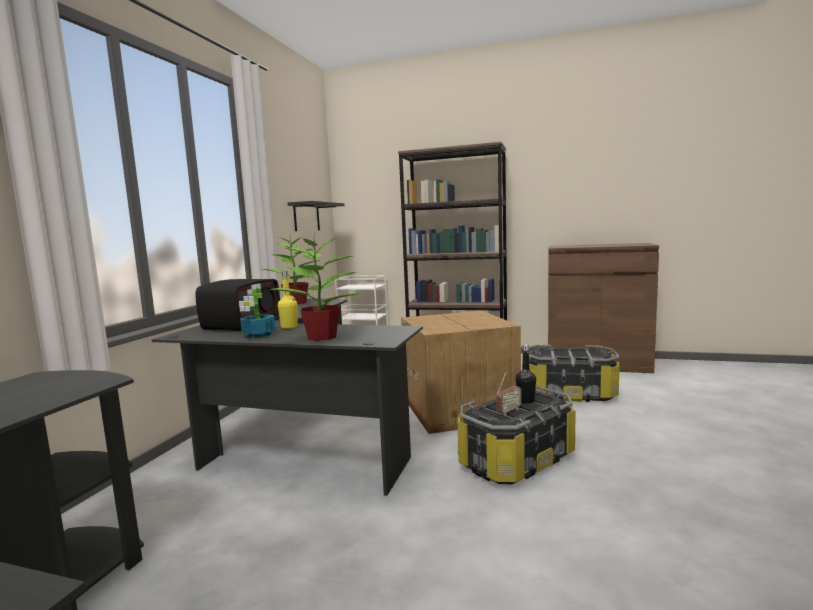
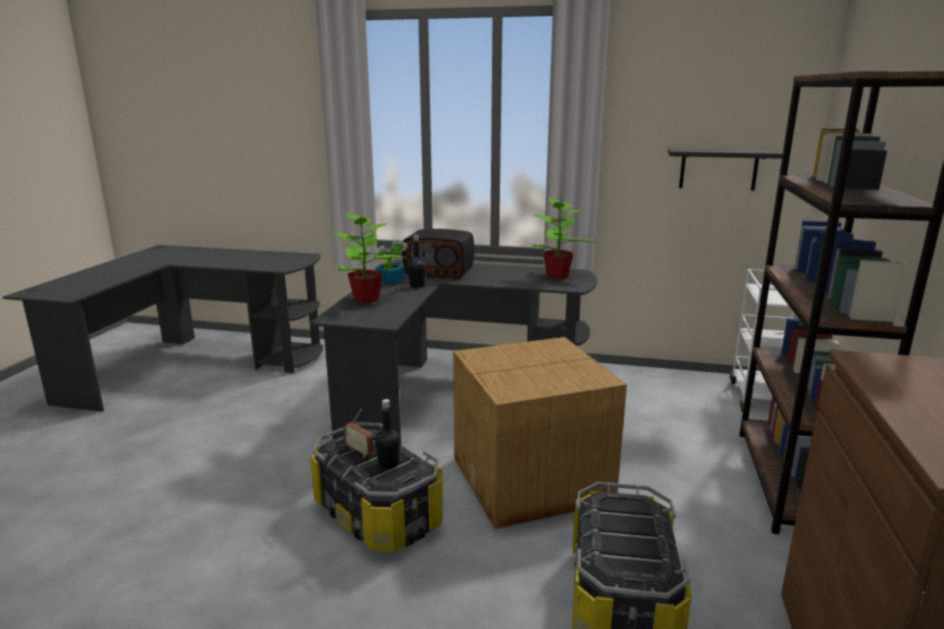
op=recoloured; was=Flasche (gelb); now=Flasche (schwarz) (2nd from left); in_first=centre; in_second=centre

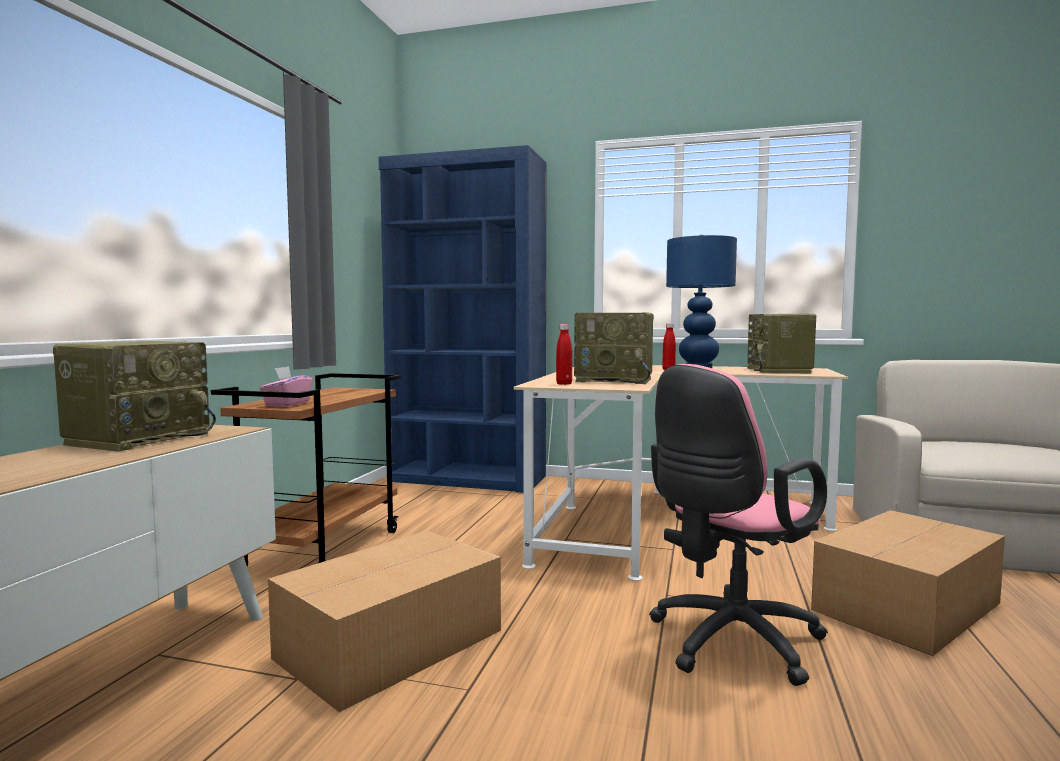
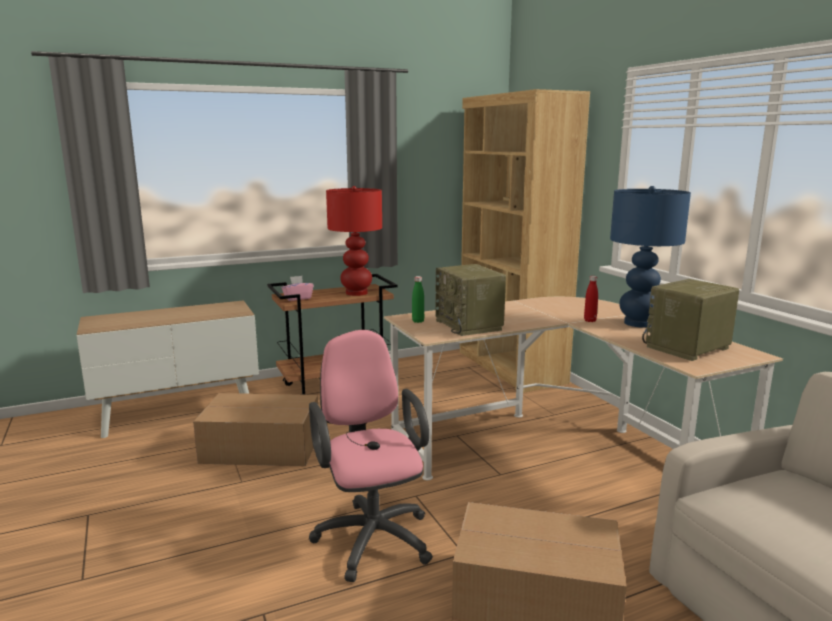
op=removed; was=Radio (1st from left); in_first=middle left
op=added; now=Tischlampe (rot); in_second=centre
op=recoloured; was=Bücherregal (blau); now=Bücherregal (braun); in_first=centre; in_second=centre
op=recoloured; was=Flasche (rot) (1st from left); now=Flasche (grün); in_first=centre; in_second=centre
op=turned; was=Bürostuhl (rosa); in_first=bottom right; in_second=bottom centre; clockwise=60

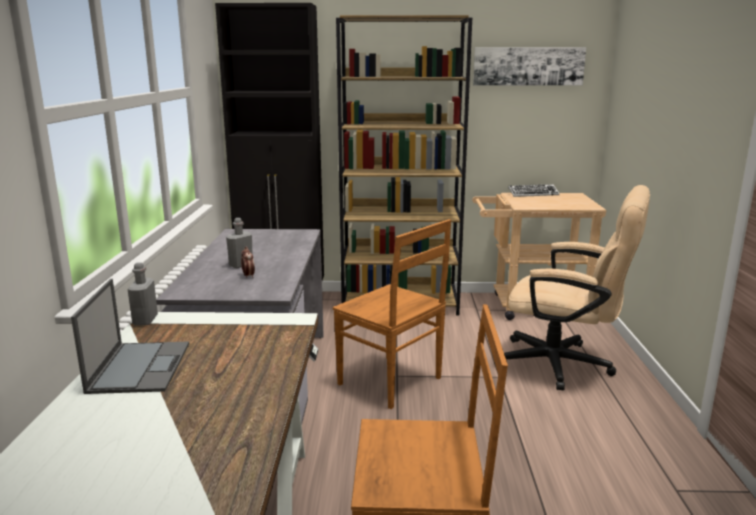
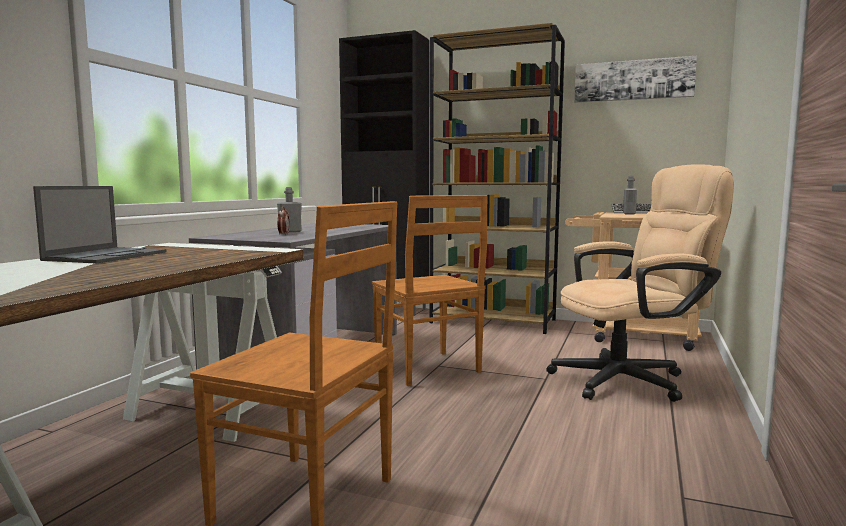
op=moved; was=Flasche (grau) (1st from left in the first image); now=Flasche (grau) (2nd from left); in_first=middle left; in_second=middle right
op=turned; was=Bürostuhl (beige); in_first=middle right; in_second=middle right; clockwise=-60

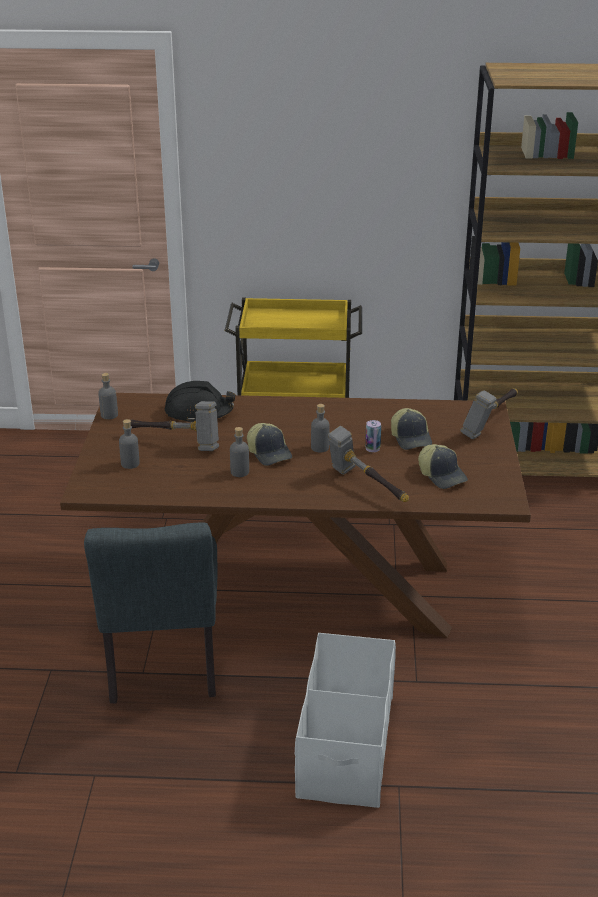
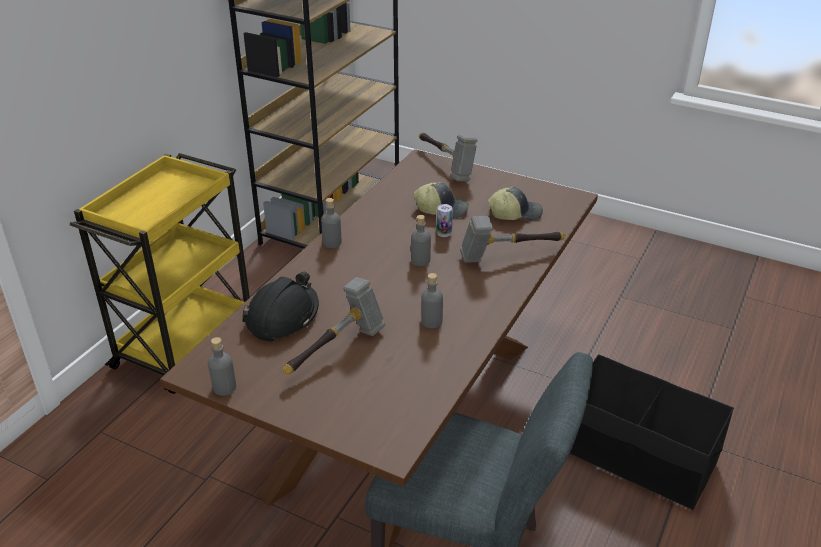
op=removed; was=Kappe (1st from left); in_first=centre
op=moved; was=Flasche (grau) (2nd from left); in_first=middle left; in_second=centre
op=recoloured; was=Aufbewahrungsbox (weiß); now=Aufbewahrungsbox (schwarz); in_first=bottom centre; in_second=bottom right

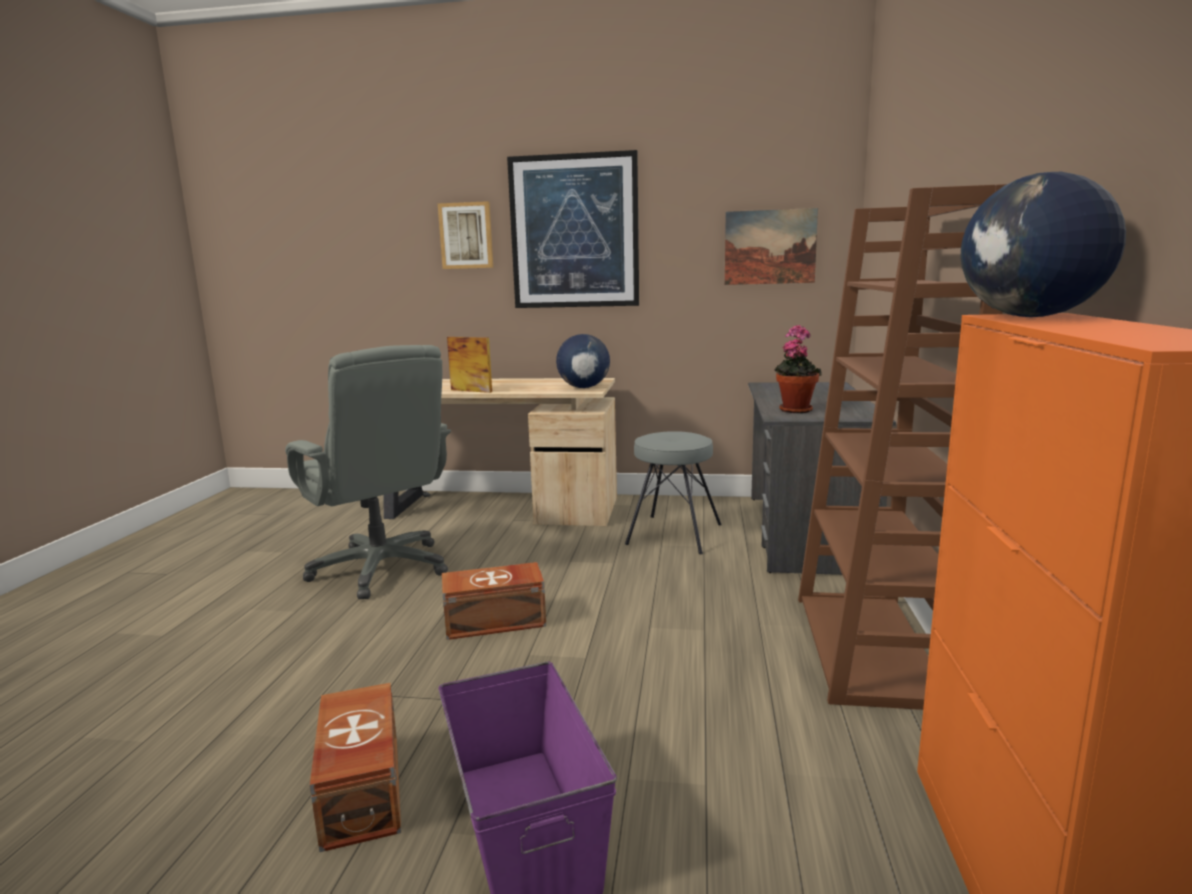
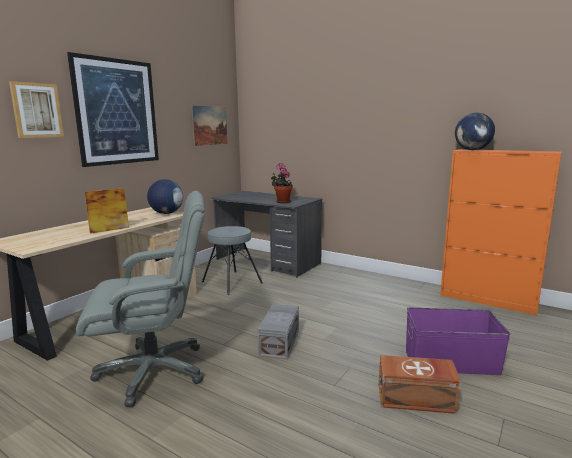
op=removed; was=Bücherregal (braun); in_first=middle right
op=recoloured; was=Aufbewahrungsbox (braun) (2nd from left); now=Aufbewahrungsbox (grau); in_first=bottom centre; in_second=bottom centre

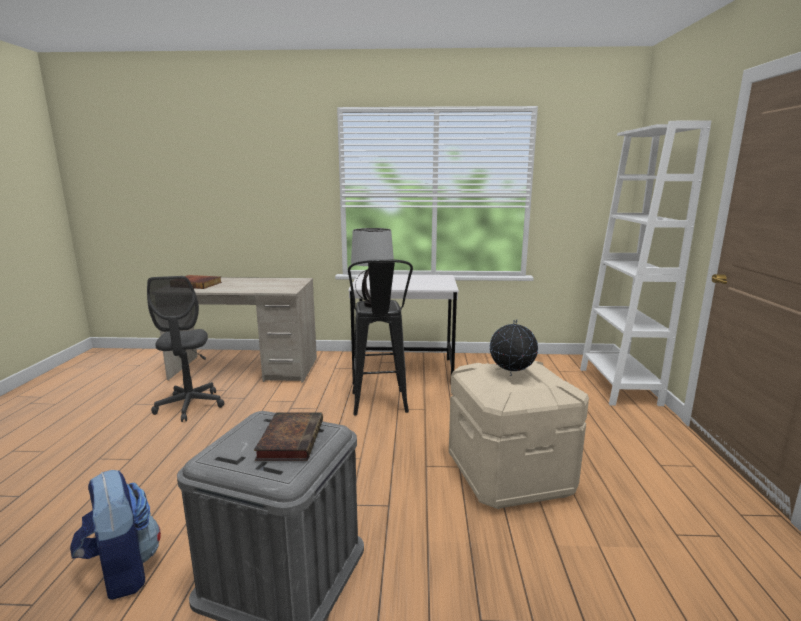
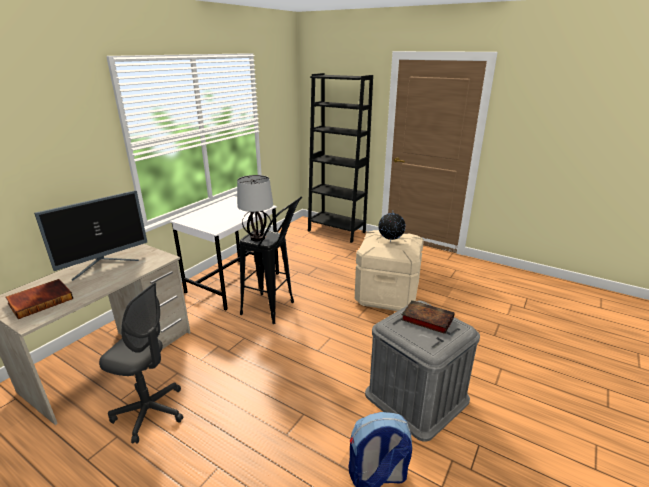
op=added; now=Monitor; in_second=middle left
op=recoloured; was=Bücherregal (weiß); now=Bücherregal (schwarz); in_first=middle right; in_second=top centre

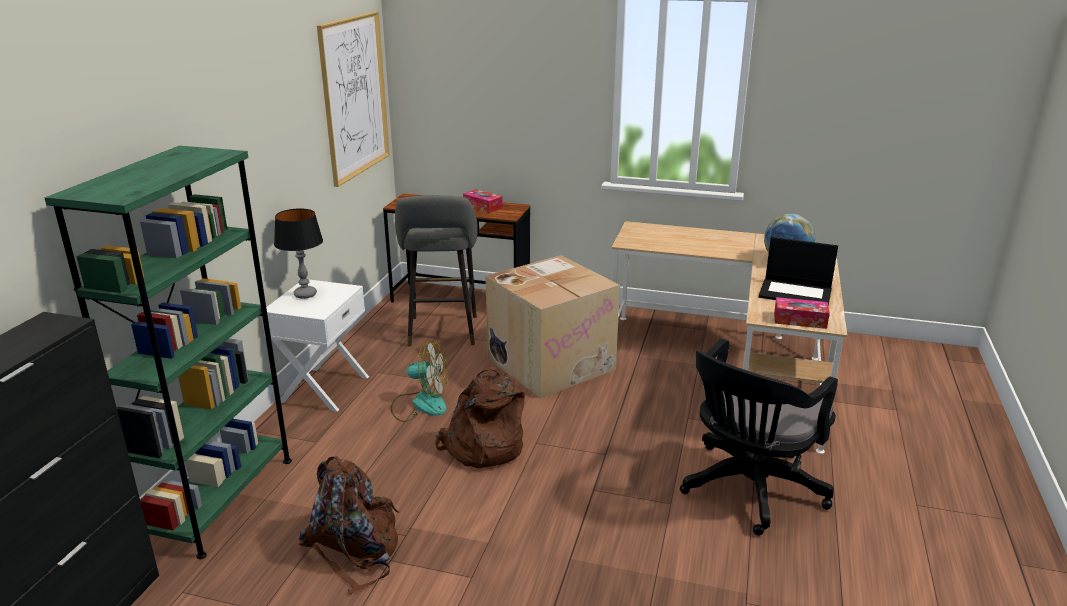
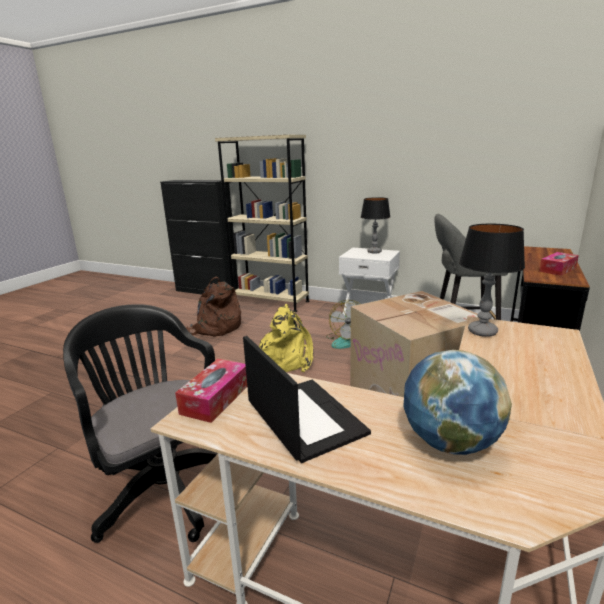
op=removed; was=Bild; in_first=top left
op=added; now=Tischlampe (2nd from left); in_second=middle right
op=recoloured; was=Bücherregal (grün); now=Bücherregal (beige); in_first=middle left; in_second=centre
op=recoloured; was=Rucksack (braun) (2nd from left); now=Rucksack (gelb); in_first=bottom centre; in_second=centre
op=turned; was=Laptop; in_first=middle right; in_second=centre; clockwise=120

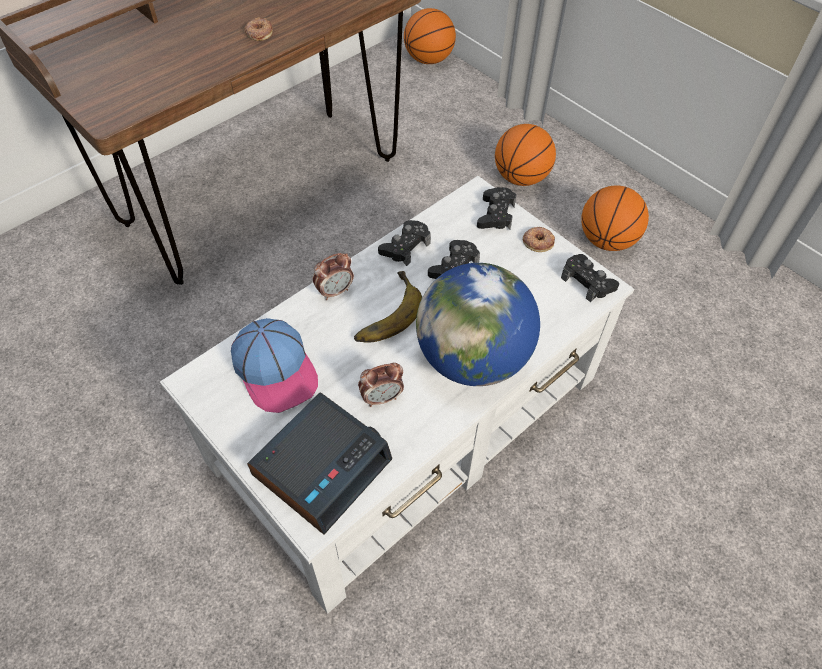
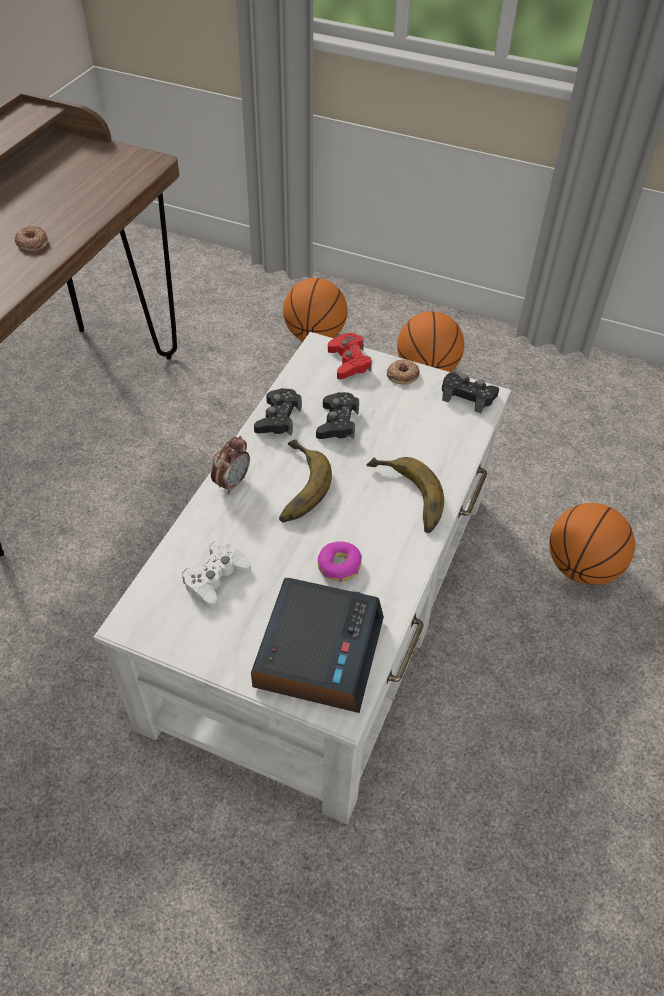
op=moved; was=Basketball (1st from left in the first image); now=Basketball (3rd from left); in_first=top centre; in_second=middle right
op=replaced; was=Kappe; now=Gamepad (weiß); in_first=centre; in_second=middle left
op=replaced; was=Wecker (3rd from left); now=Donut (2nd from left); in_first=centre; in_second=centre
op=replaced; was=Globus; now=Banane (2nd from left); in_first=centre; in_second=centre
op=recoloured; was=Gamepad (schwarz) (3rd from left); now=Gamepad (rot); in_first=top centre; in_second=centre

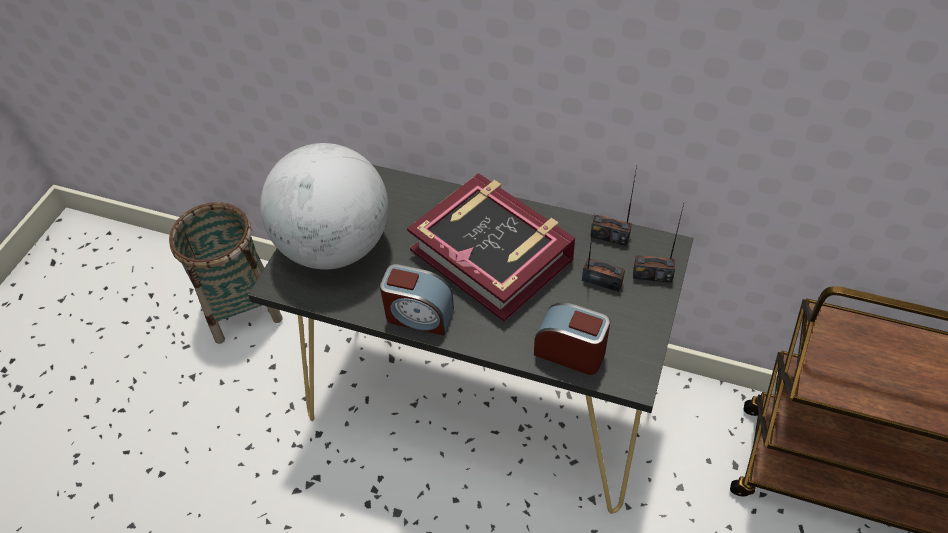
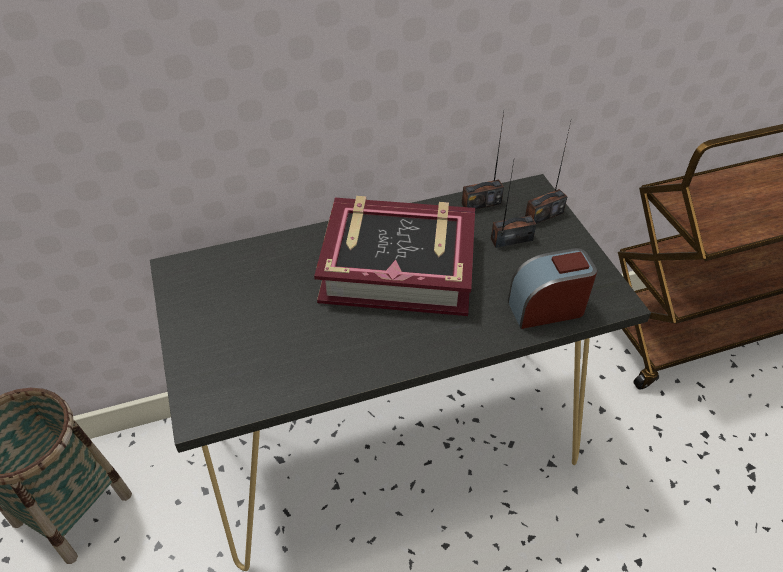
op=removed; was=Globus; in_first=centre
op=removed; was=Wecker (1st from left); in_first=centre

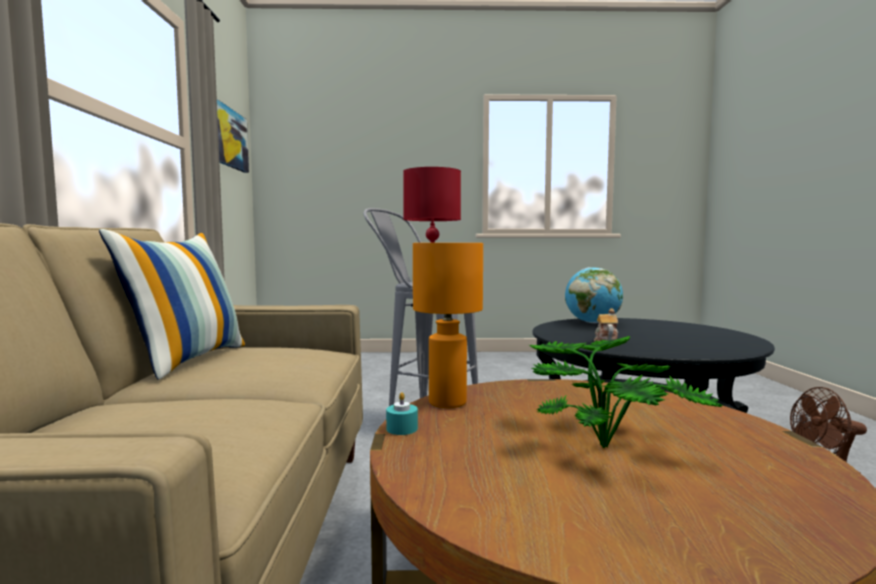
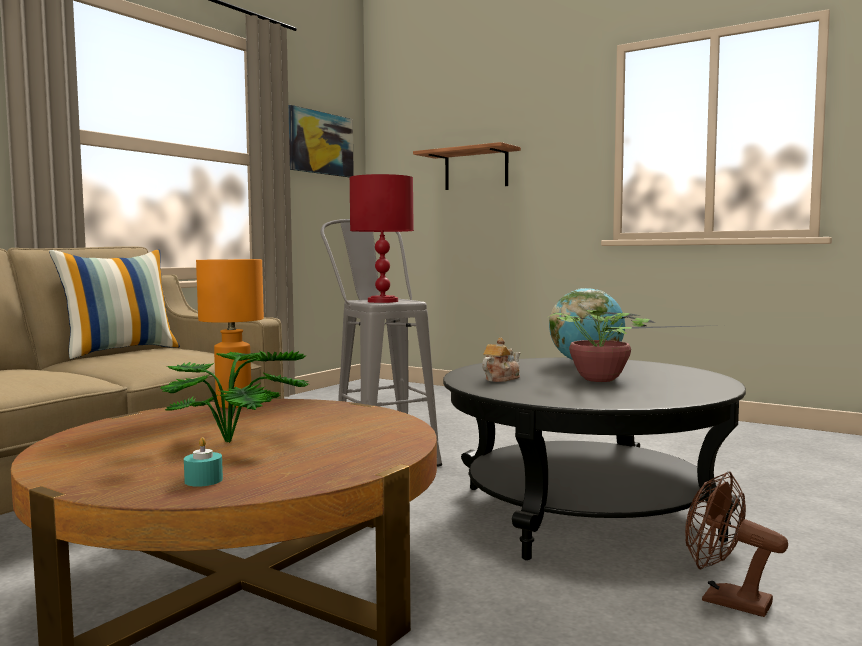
op=added; now=Wandregal; in_second=top centre
op=added; now=Topfpflanze (2nd from left); in_second=middle right
op=moved; was=Kerze (türkis); in_first=bottom centre; in_second=bottom left

